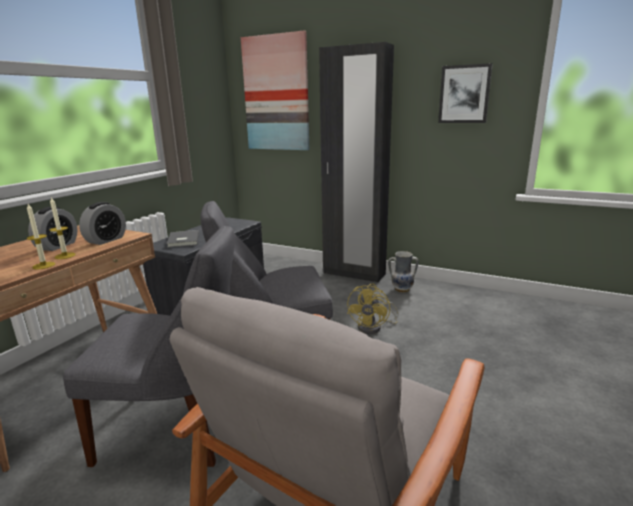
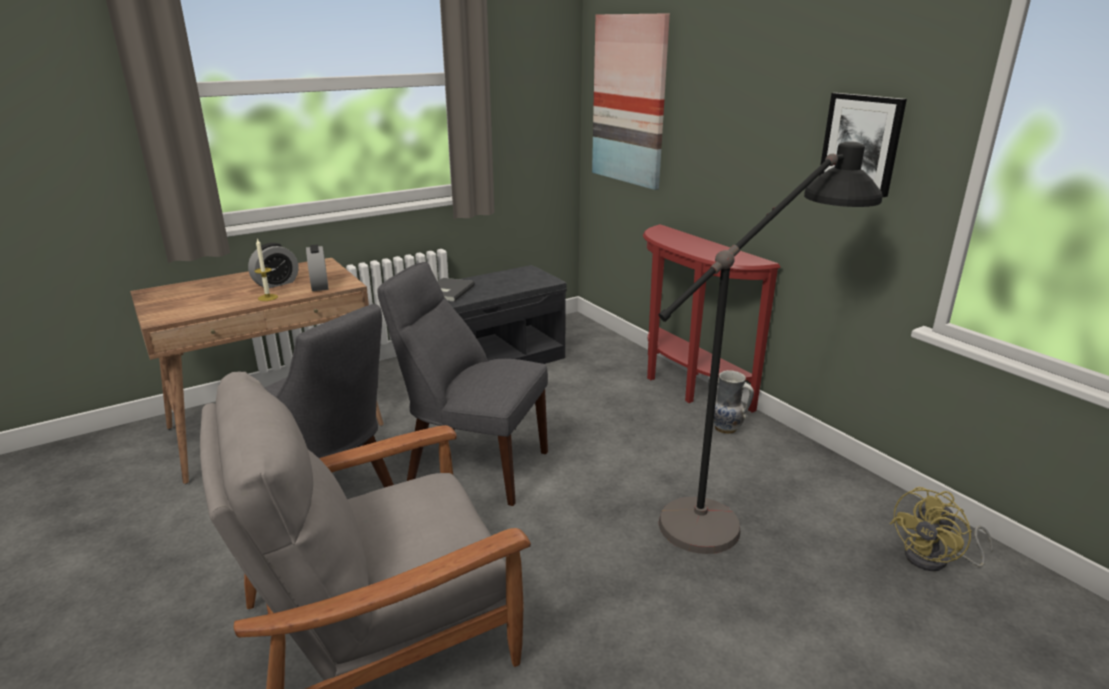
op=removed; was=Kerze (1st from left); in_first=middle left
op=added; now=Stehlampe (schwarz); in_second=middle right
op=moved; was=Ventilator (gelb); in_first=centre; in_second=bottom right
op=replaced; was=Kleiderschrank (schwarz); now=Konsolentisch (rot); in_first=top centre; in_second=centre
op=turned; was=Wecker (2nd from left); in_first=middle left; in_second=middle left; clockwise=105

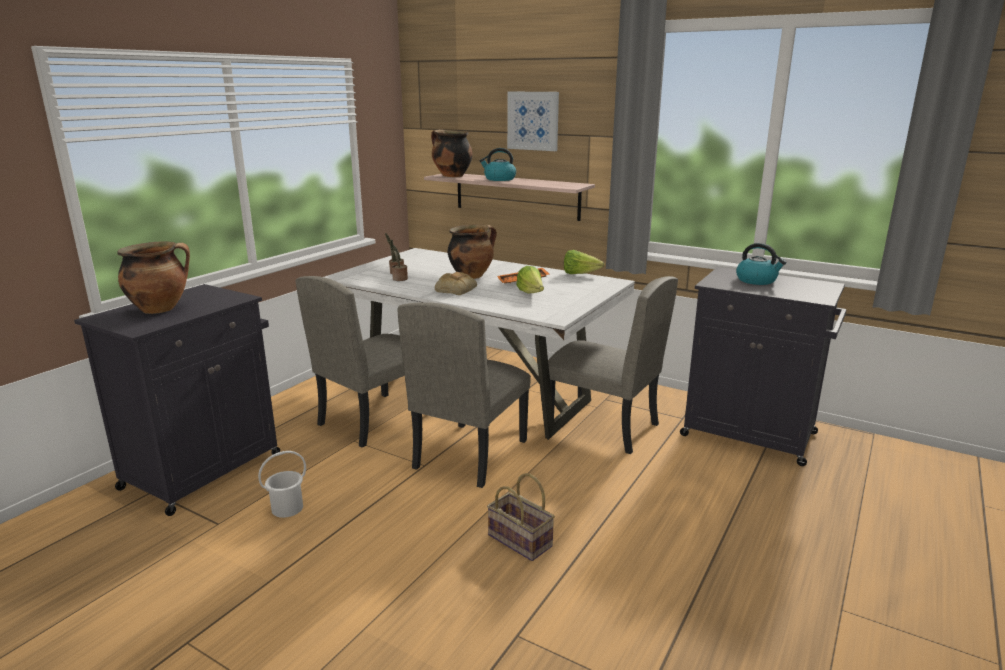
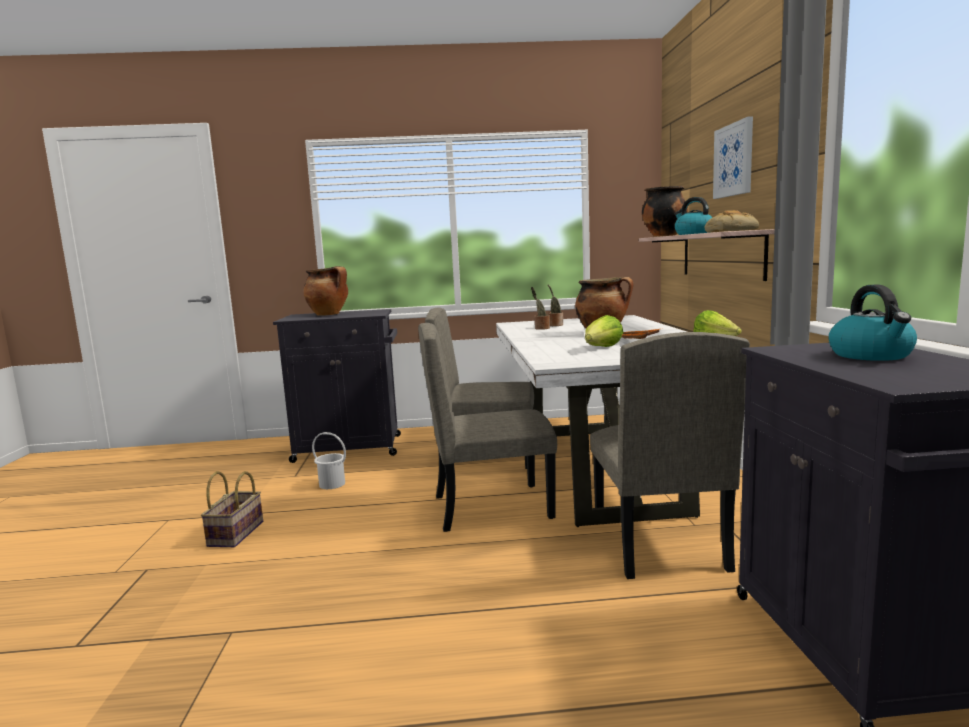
op=moved; was=Brot; in_first=centre; in_second=top right
op=moved; was=Korb; in_first=bottom centre; in_second=bottom left

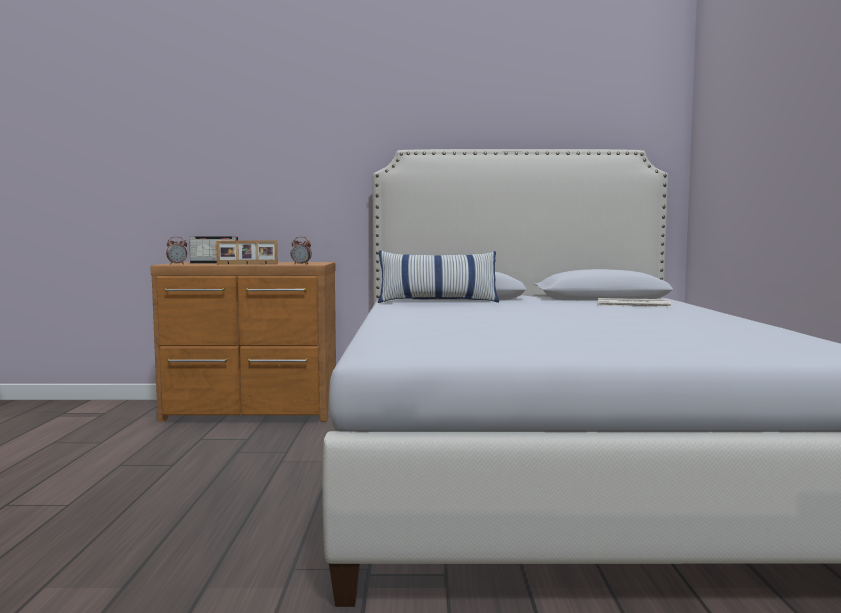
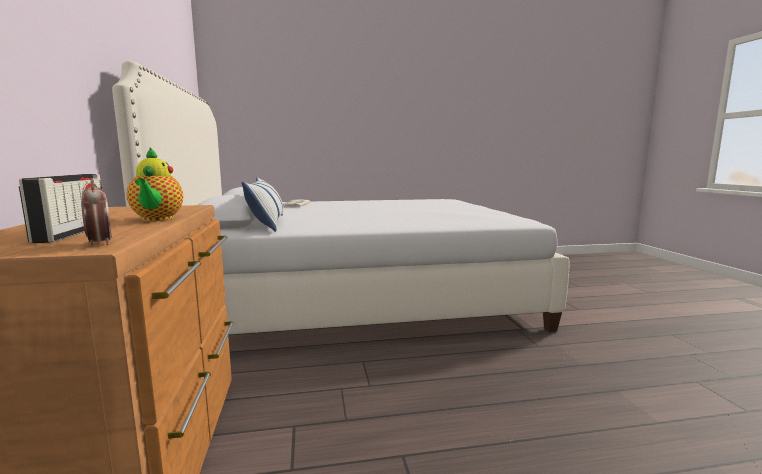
op=removed; was=Wecker (2nd from left); in_first=centre
op=replaced; was=Bilderrahmen; now=Teekanne; in_first=middle left; in_second=middle left

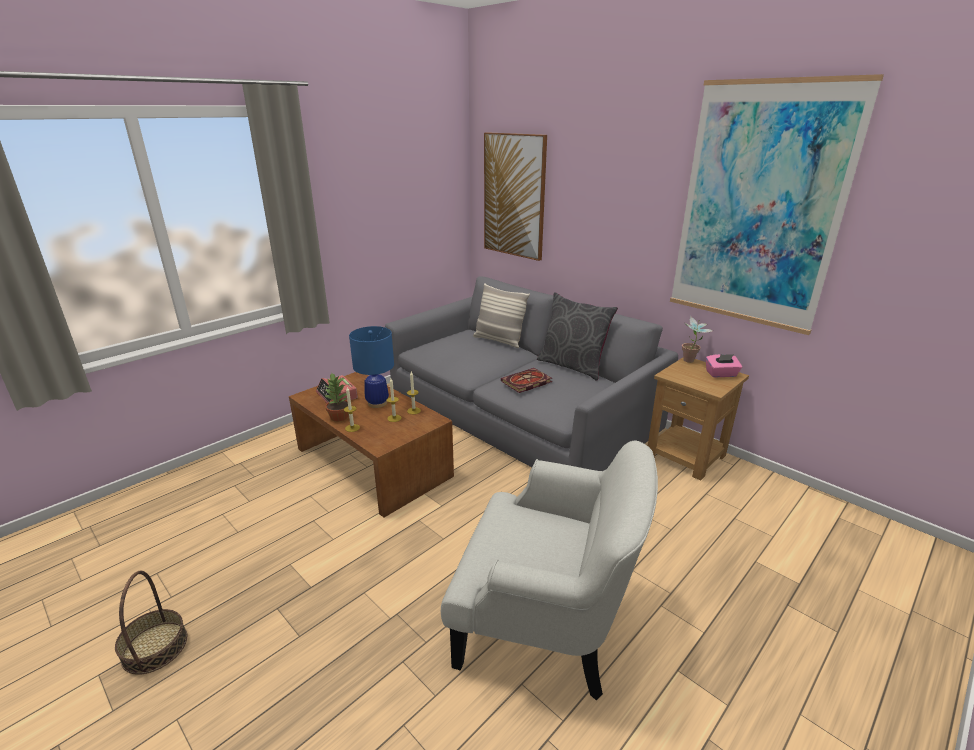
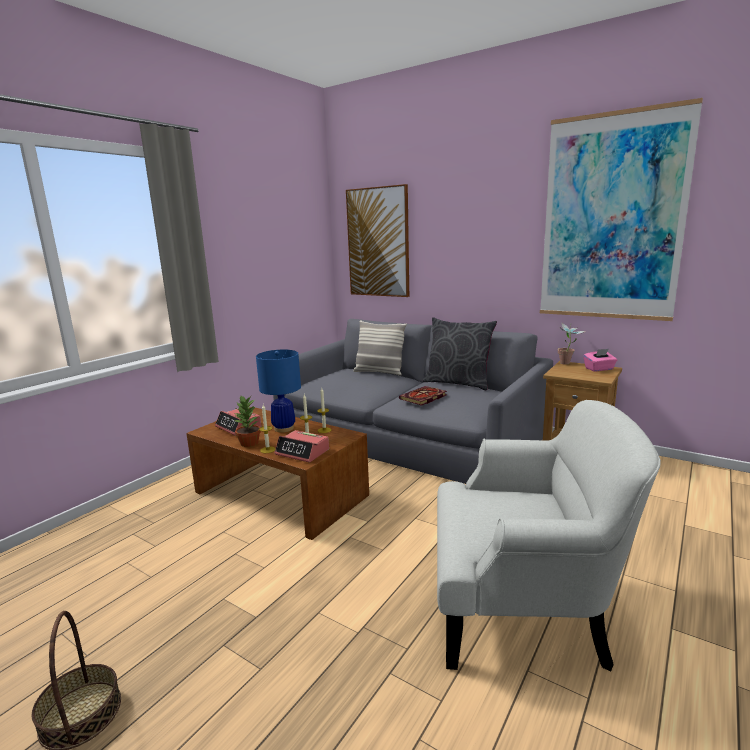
op=added; now=Wecker (2nd from left); in_second=centre

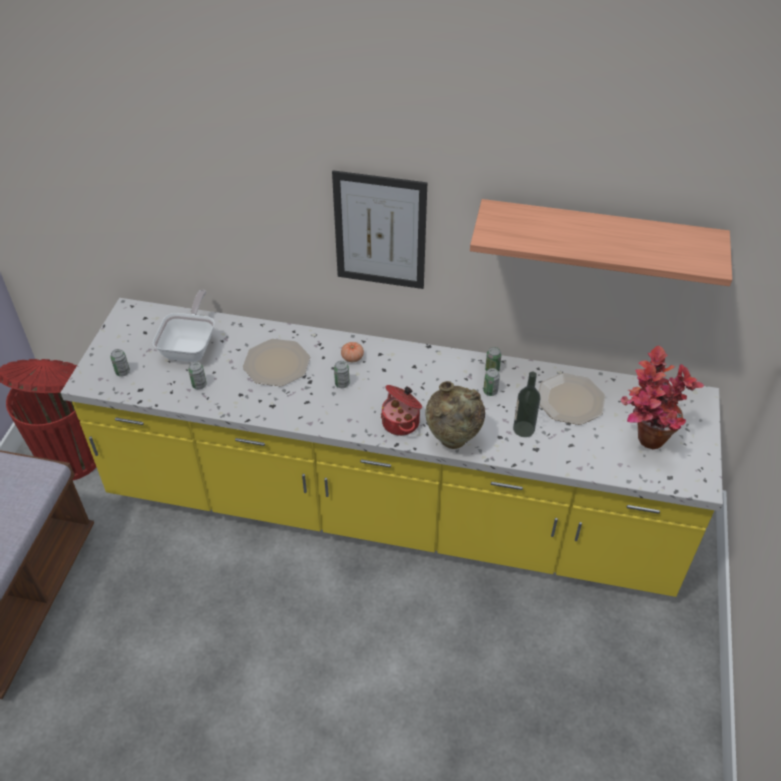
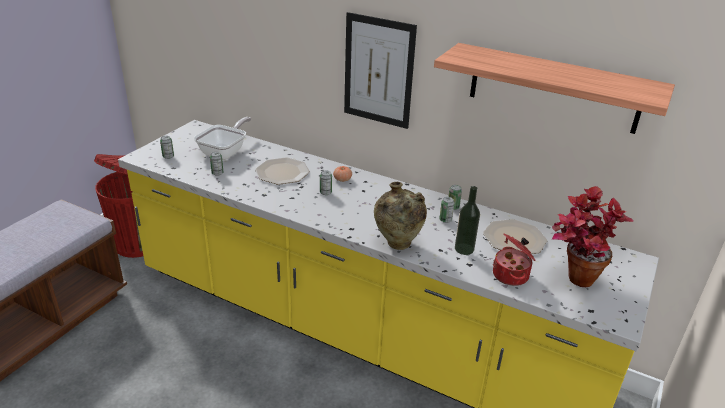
op=moved; was=Kochtopf; in_first=centre; in_second=middle right

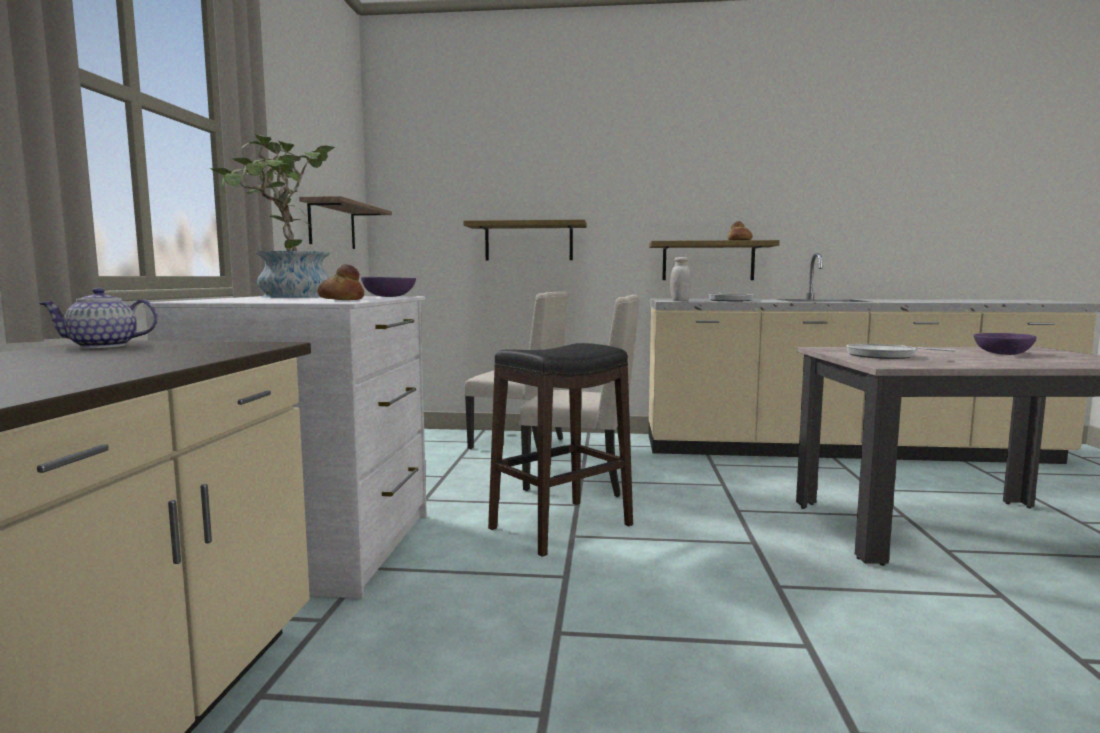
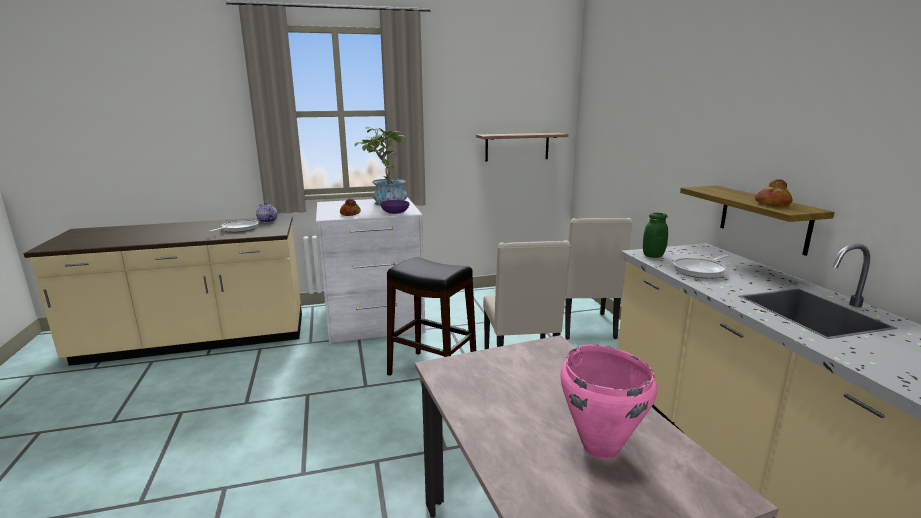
op=removed; was=Wandregal (2nd from left); in_first=top centre
op=moved; was=Pfanne (2nd from left in the first image); now=Pfanne (1st from left); in_first=middle right; in_second=middle left
op=replaced; was=Schüssel (lila) (2nd from left); now=Kochtopf (rosa); in_first=middle right; in_second=bottom centre
op=recoloured; was=Vorratsglas (weiß); now=Vorratsglas (grün); in_first=centre; in_second=middle right

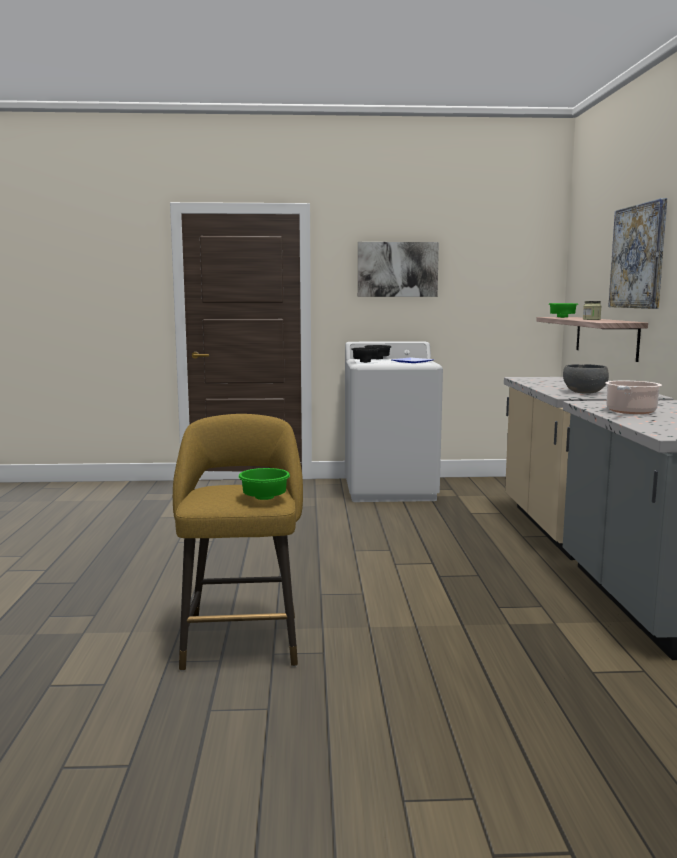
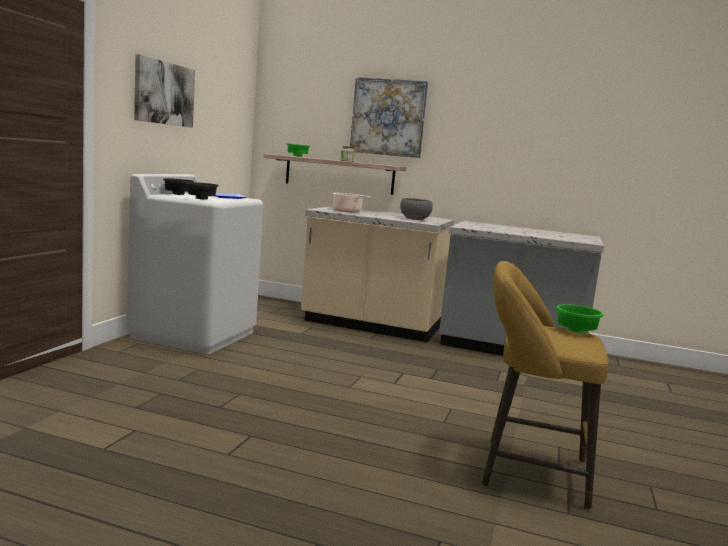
op=moved; was=Kochtopf; in_first=middle right; in_second=centre

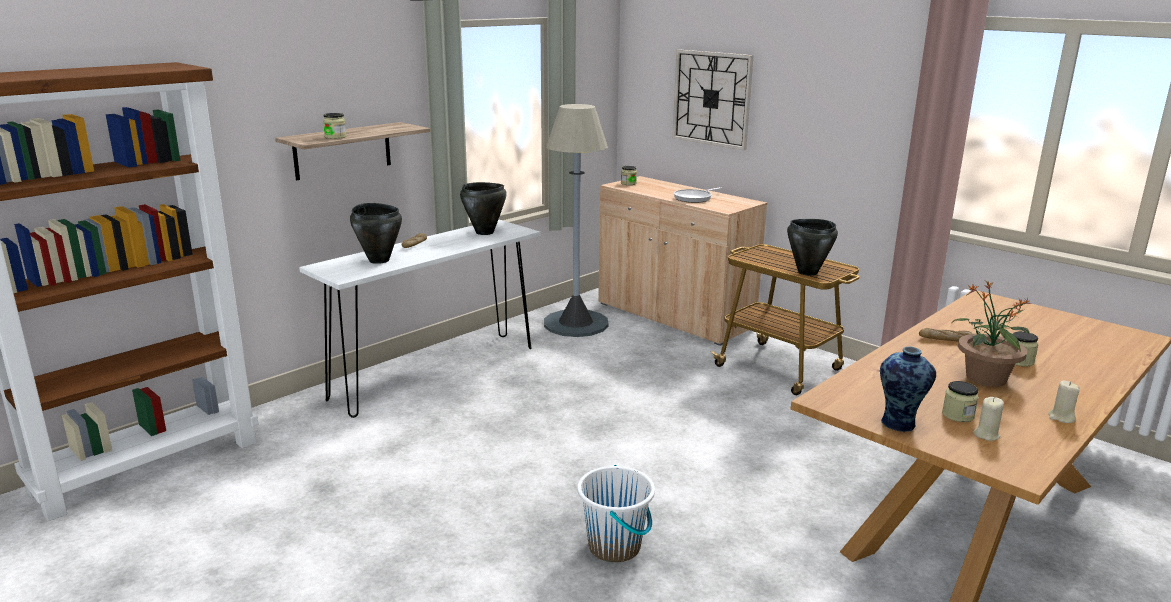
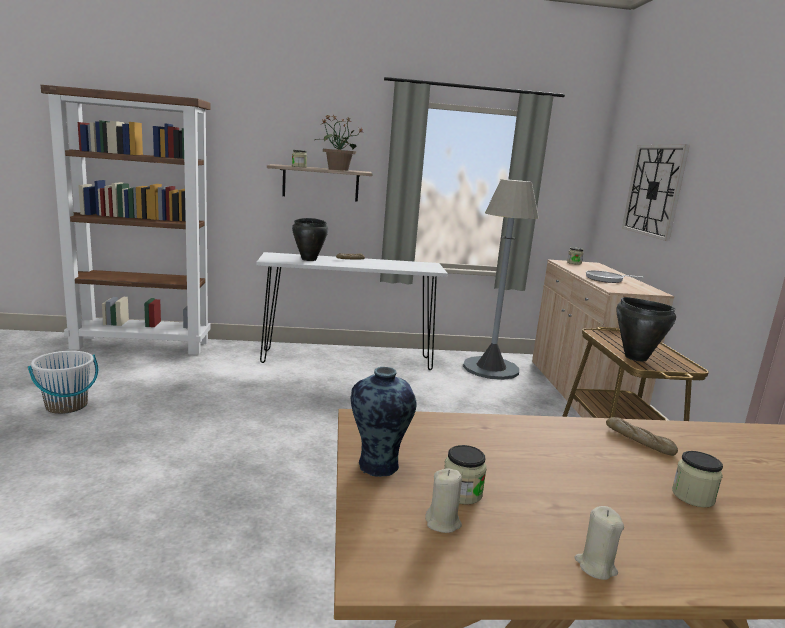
op=removed; was=Kochtopf (schwarz) (2nd from left); in_first=centre
op=moved; was=Eimer (weiß); in_first=bottom centre; in_second=middle left
op=moved; was=Topfpflanze; in_first=middle right; in_second=top centre

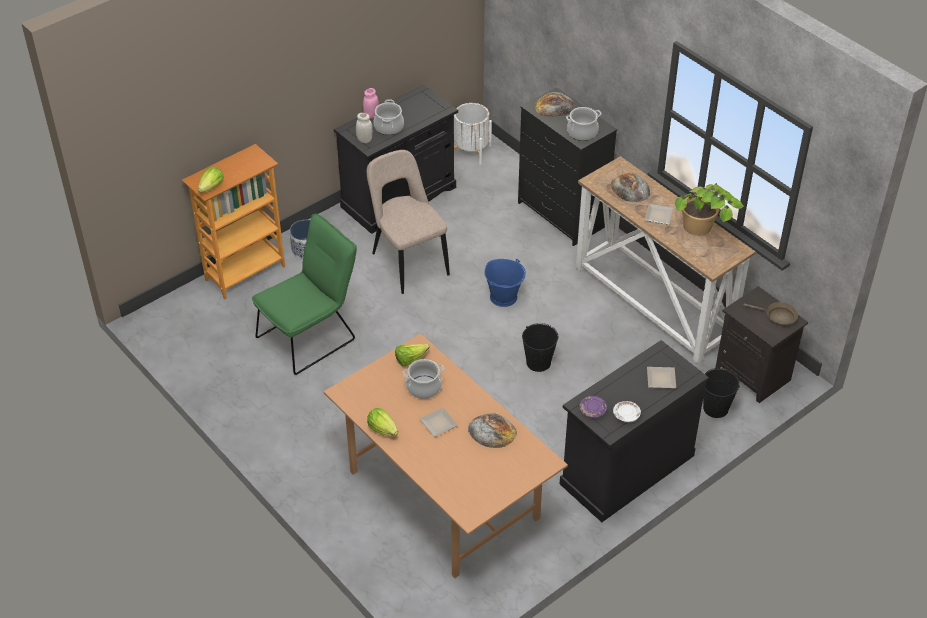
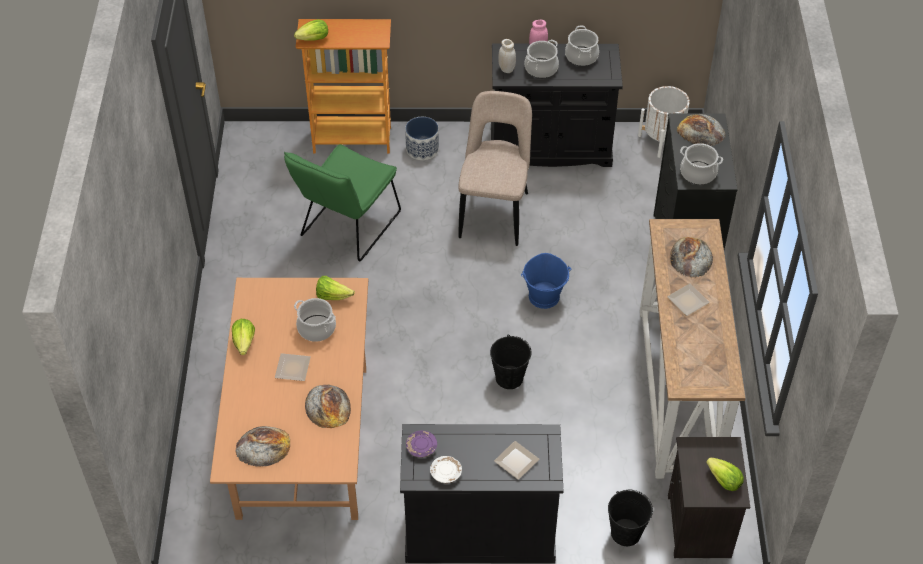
op=removed; was=Topfpflanze; in_first=middle right
op=added; now=Brot (1st from left); in_second=bottom left
op=added; now=Kochtopf (3rd from left); in_second=top centre
op=replaced; was=Pfanne (braun); now=Salatkopf (4th from left); in_first=middle right; in_second=bottom right
op=turned; was=Stuhl (grün); in_first=middle left; in_second=centre; clockwise=120

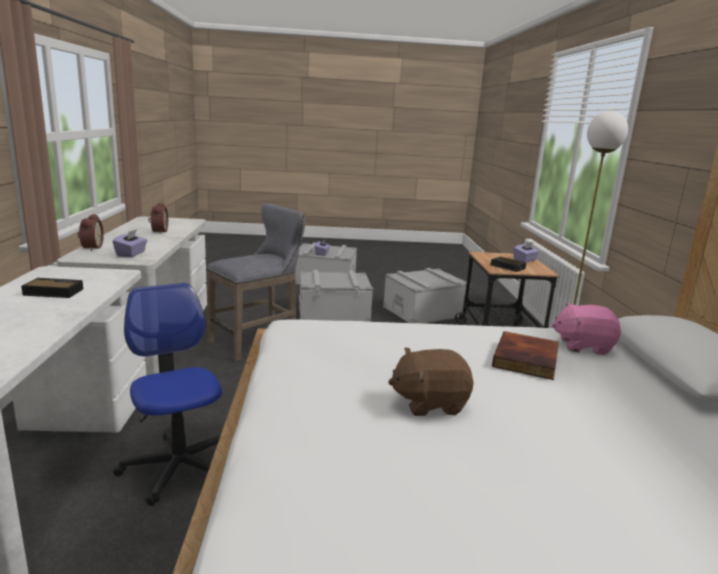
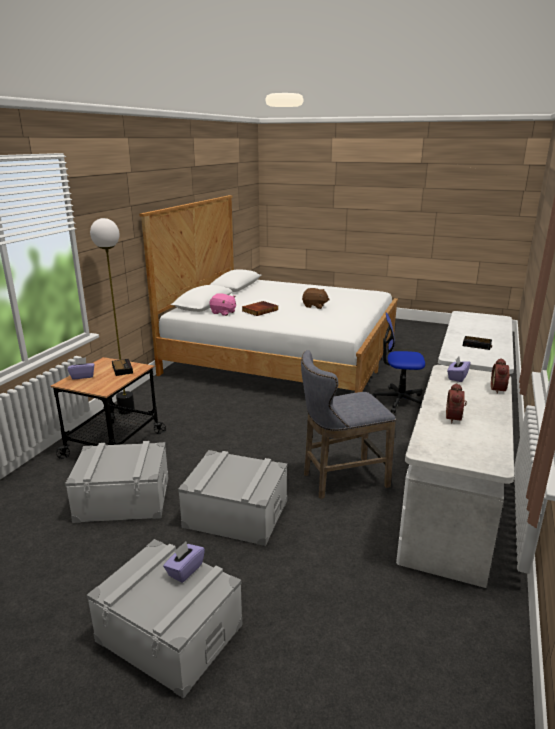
op=turned; was=Bürostuhl; in_first=bottom left; in_second=middle right; clockwise=105

